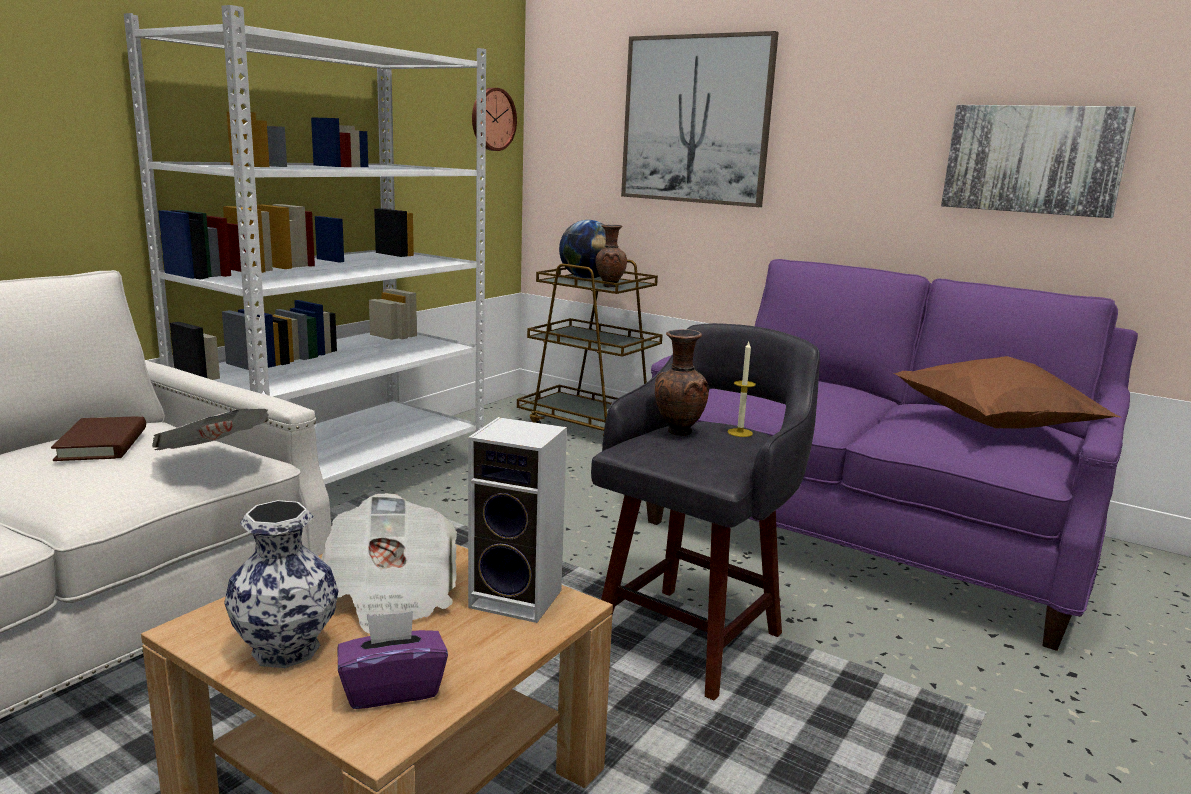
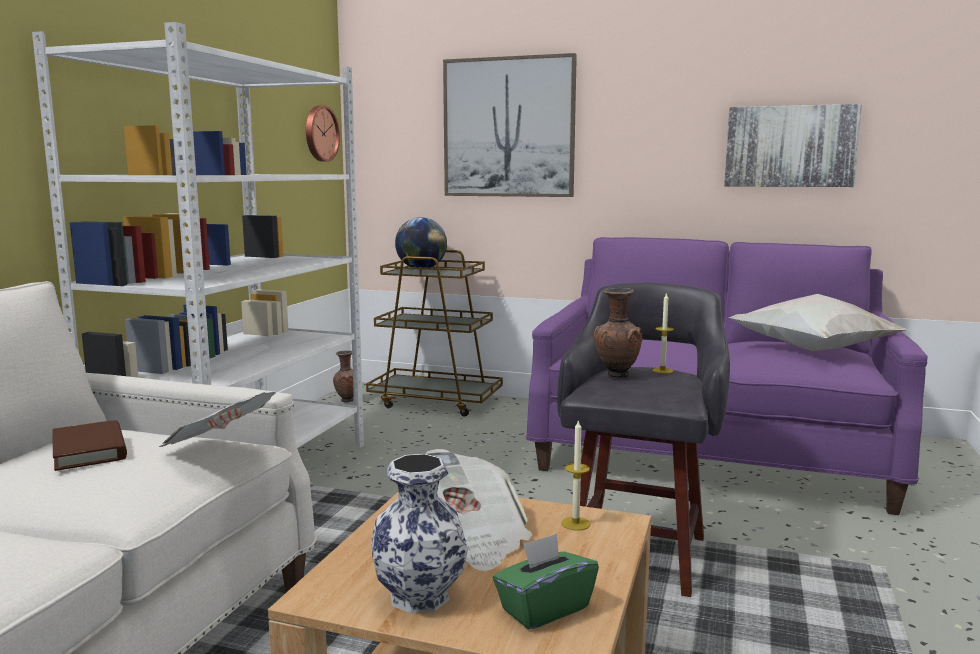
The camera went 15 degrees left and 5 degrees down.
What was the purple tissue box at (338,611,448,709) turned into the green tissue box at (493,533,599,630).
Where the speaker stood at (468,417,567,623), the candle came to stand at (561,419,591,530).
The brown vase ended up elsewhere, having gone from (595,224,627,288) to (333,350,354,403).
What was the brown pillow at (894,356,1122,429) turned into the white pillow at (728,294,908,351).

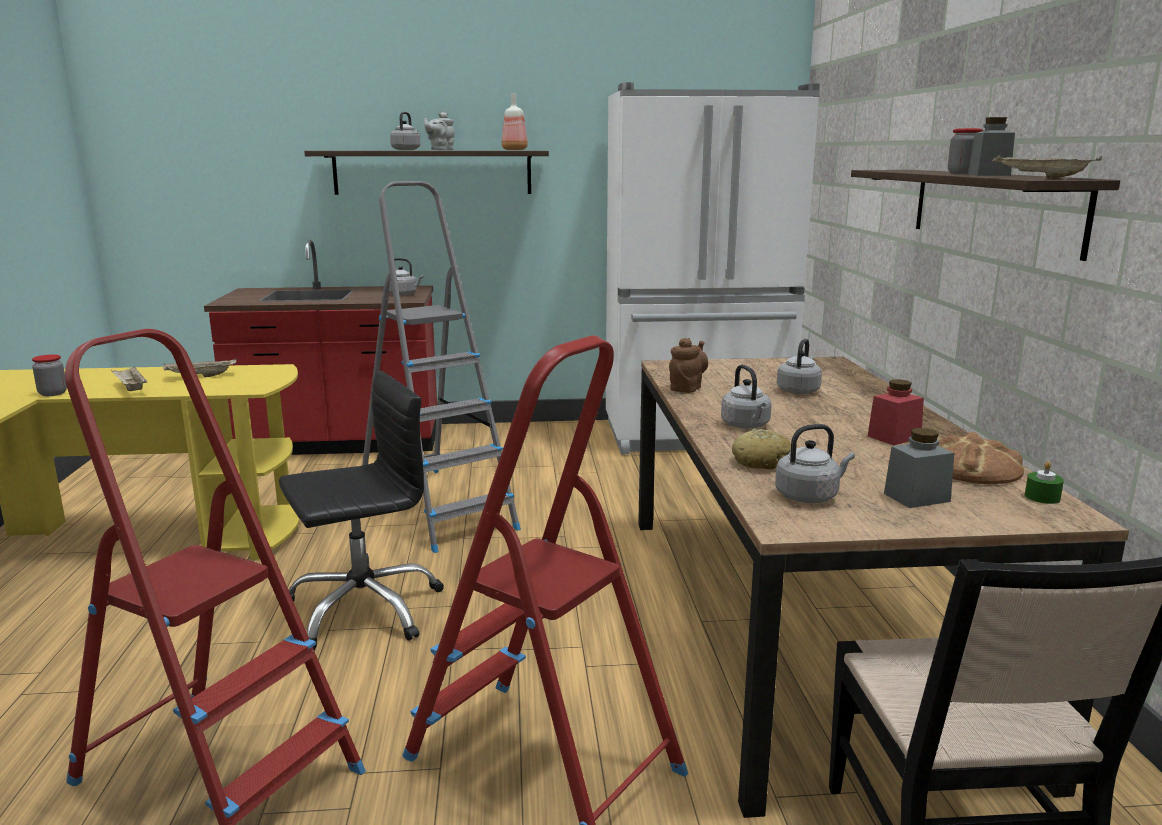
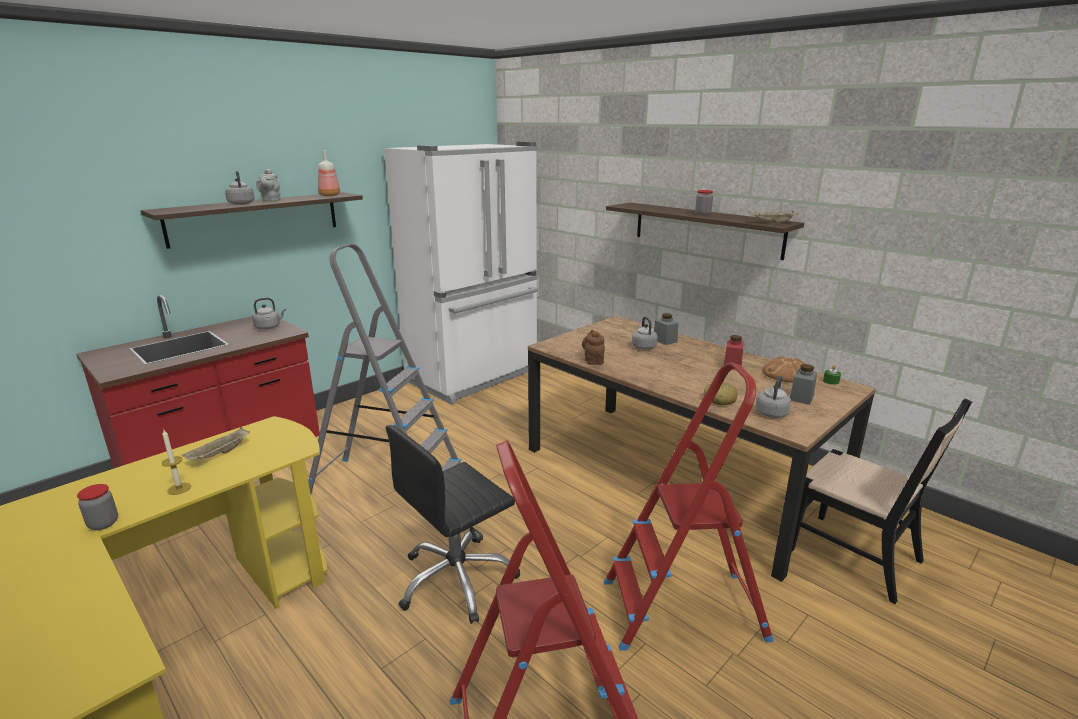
The camera went 40 degrees left and 5 degrees up.
Where the beige tray stood at (111,366,147,391), the candle came to stand at (162,430,191,495).
The black office chair at (279,371,444,650) ended up facing another way, 150 degrees counterclockwise from before.
The second view lost the grey kettle at (721,365,772,429).
The grey jar ended up elsewhere, having gone from (968,117,1015,176) to (654,313,678,345).

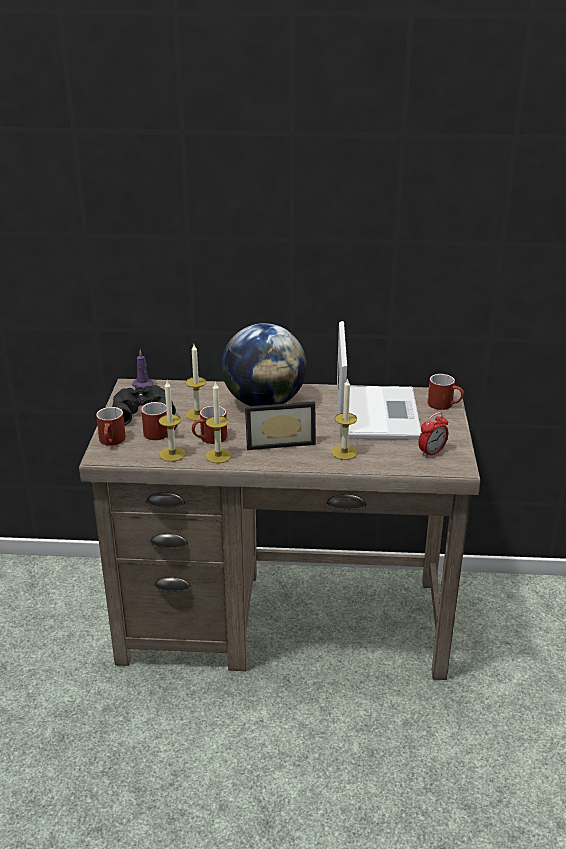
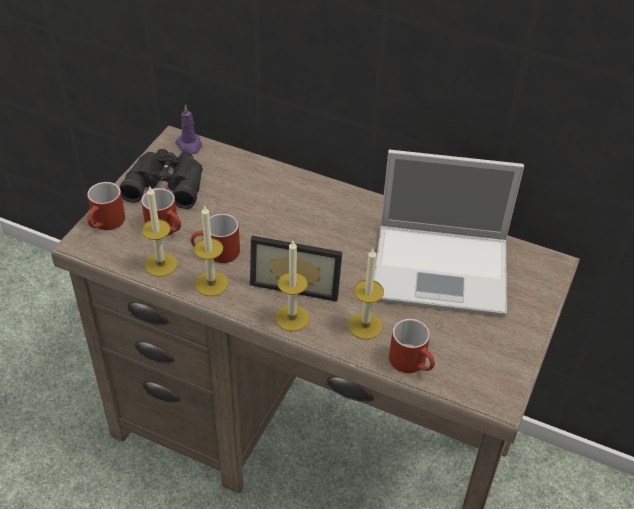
The camera went 20 degrees right and 15 degrees up.
The candle ended up elsewhere, having gone from (185,345,207,421) to (275,241,309,331).
The second view lost the globe at (221,323,307,406).
The laptop at (337,321,421,440) ended up facing another way, 75 degrees clockwise from before.
The second view lost the alarm clock at (418,412,448,458).
The red mug ended up elsewhere, having gone from (428,374,464,410) to (389,319,435,373).

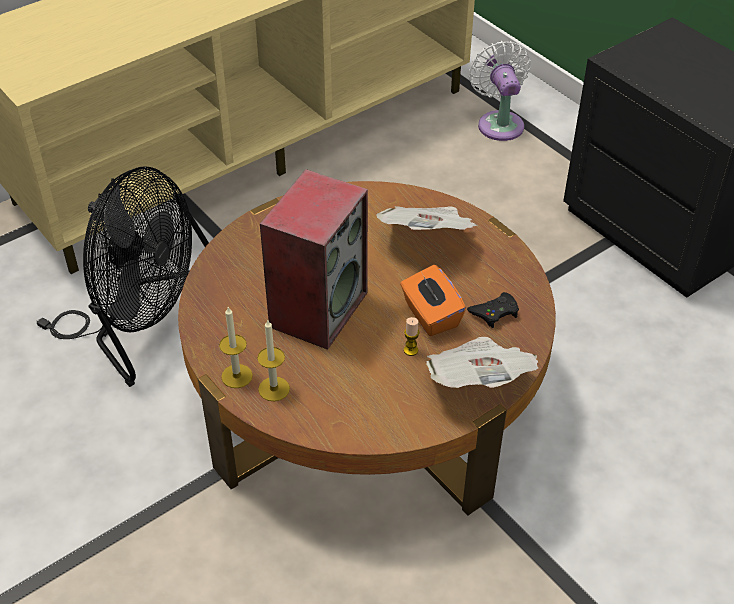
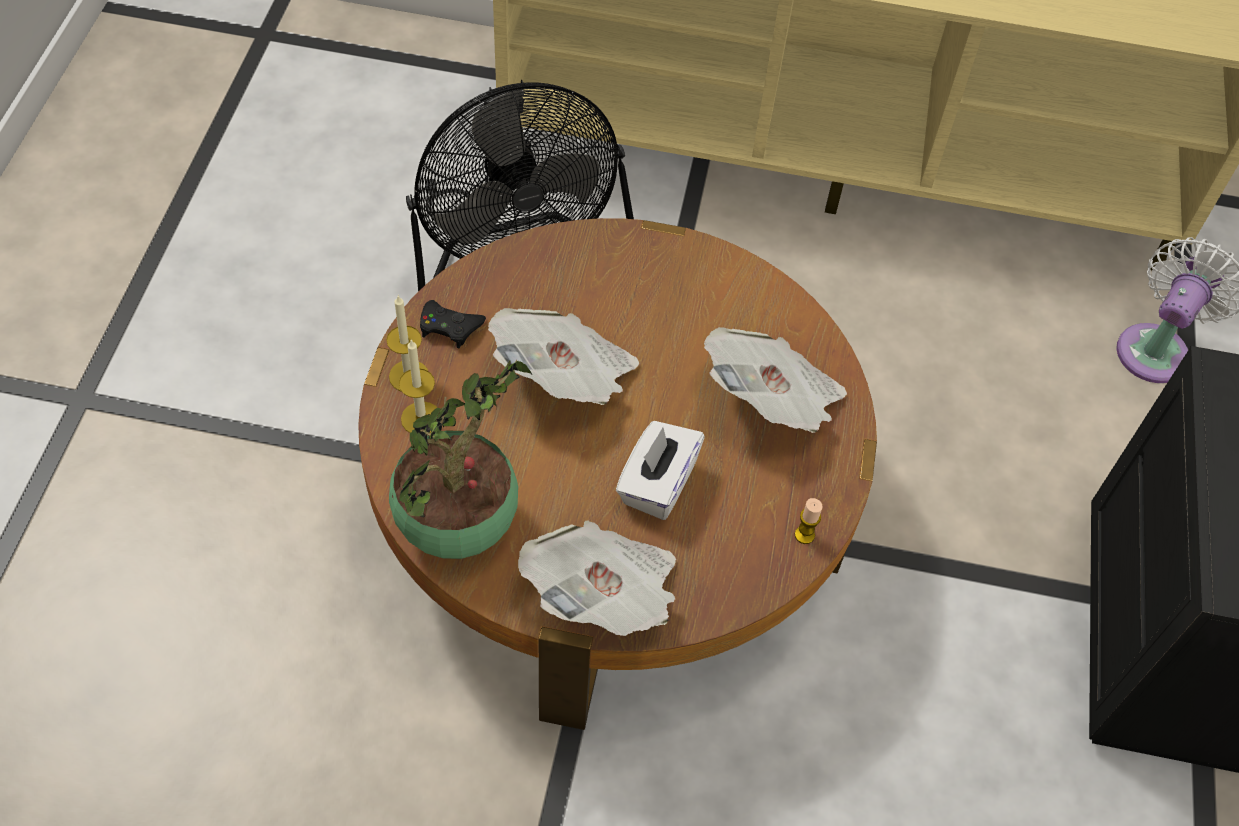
The camera went 45 degrees right and 10 degrees up.
Where the speaker stood at (260,169,368,350), the newspaper came to stand at (488,308,639,405).
What was the orange tissue box at (400,265,466,336) turned into the white tissue box at (616,421,705,520).
The candle ended up elsewhere, having gone from (404,317,419,356) to (795,498,823,544).
The black game controller ended up elsewhere, having gone from (467,292,519,328) to (420,300,486,348).
The second view gained the potted plant at (389,360,532,559).

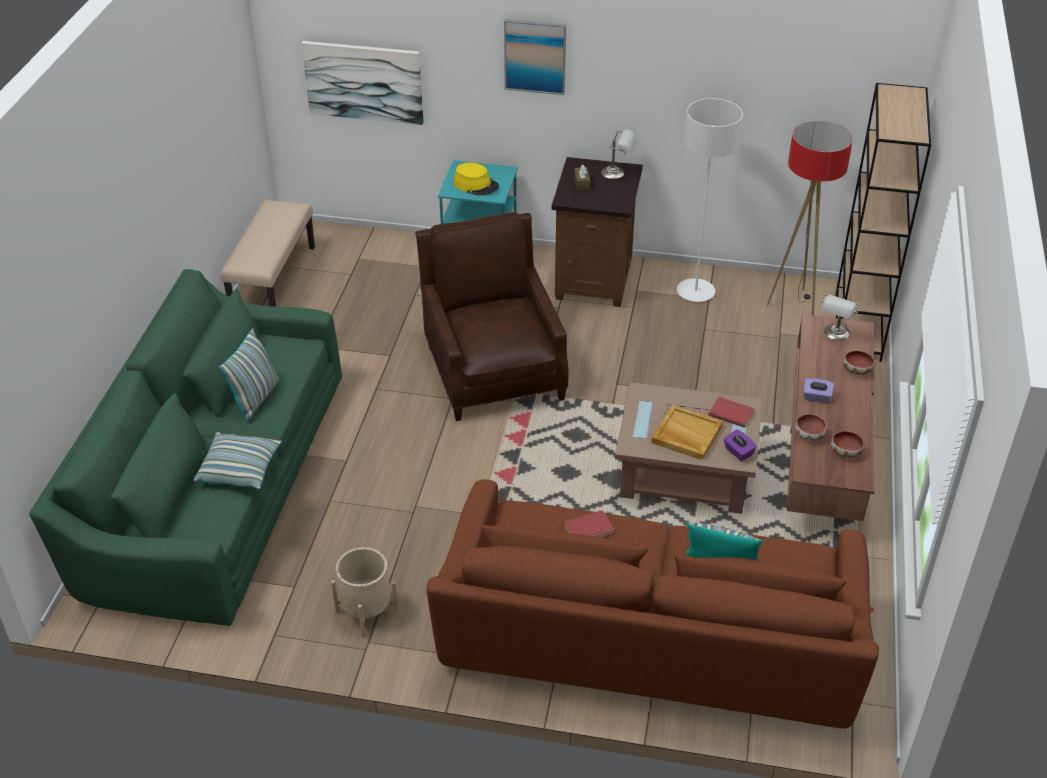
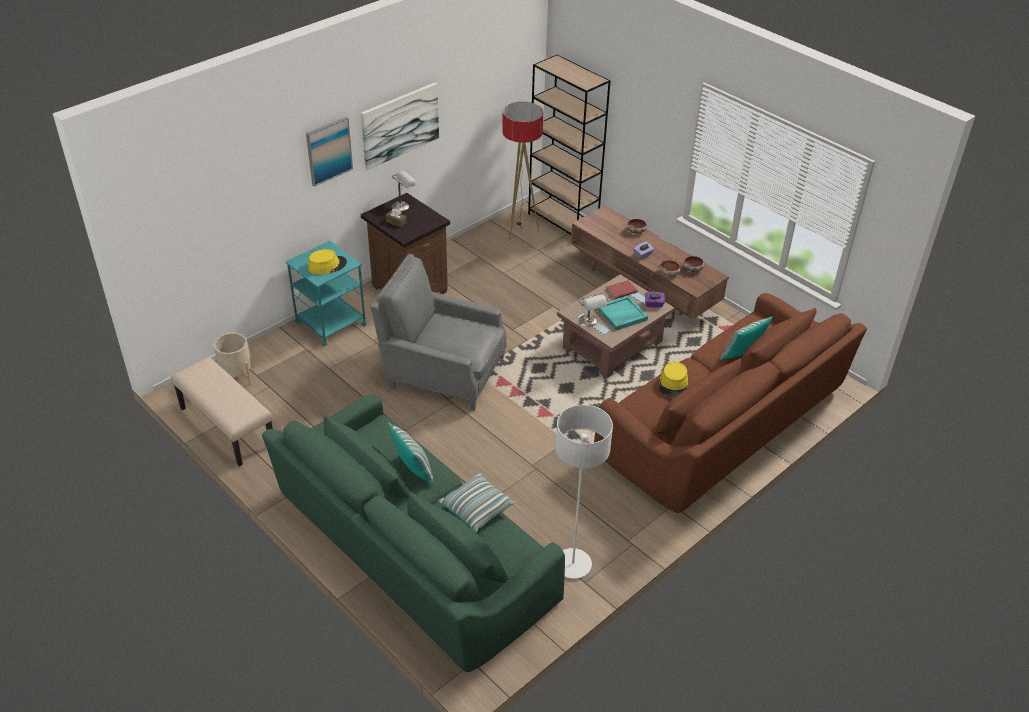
The camera went 55 degrees left and 0 degrees up.
The picture ended up elsewhere, having gone from (302,41,423,125) to (361,82,439,170).
The beige planter ended up elsewhere, having gone from (331,547,399,637) to (214,333,253,385).
What was the brown armchair at (415,212,569,421) turned into the grey armchair at (370,254,507,410).
Where the red book stood at (563,510,615,538), the yellow hat came to stand at (659,362,688,397).
What was the beige tray at (651,405,723,460) turned into the turquoise tray at (597,295,648,330).
The white floor lamp ended up elsewhere, having gone from (677,98,743,302) to (556,405,613,579).
The white table lamp ended up elsewhere, having gone from (821,294,861,340) to (578,293,607,327).

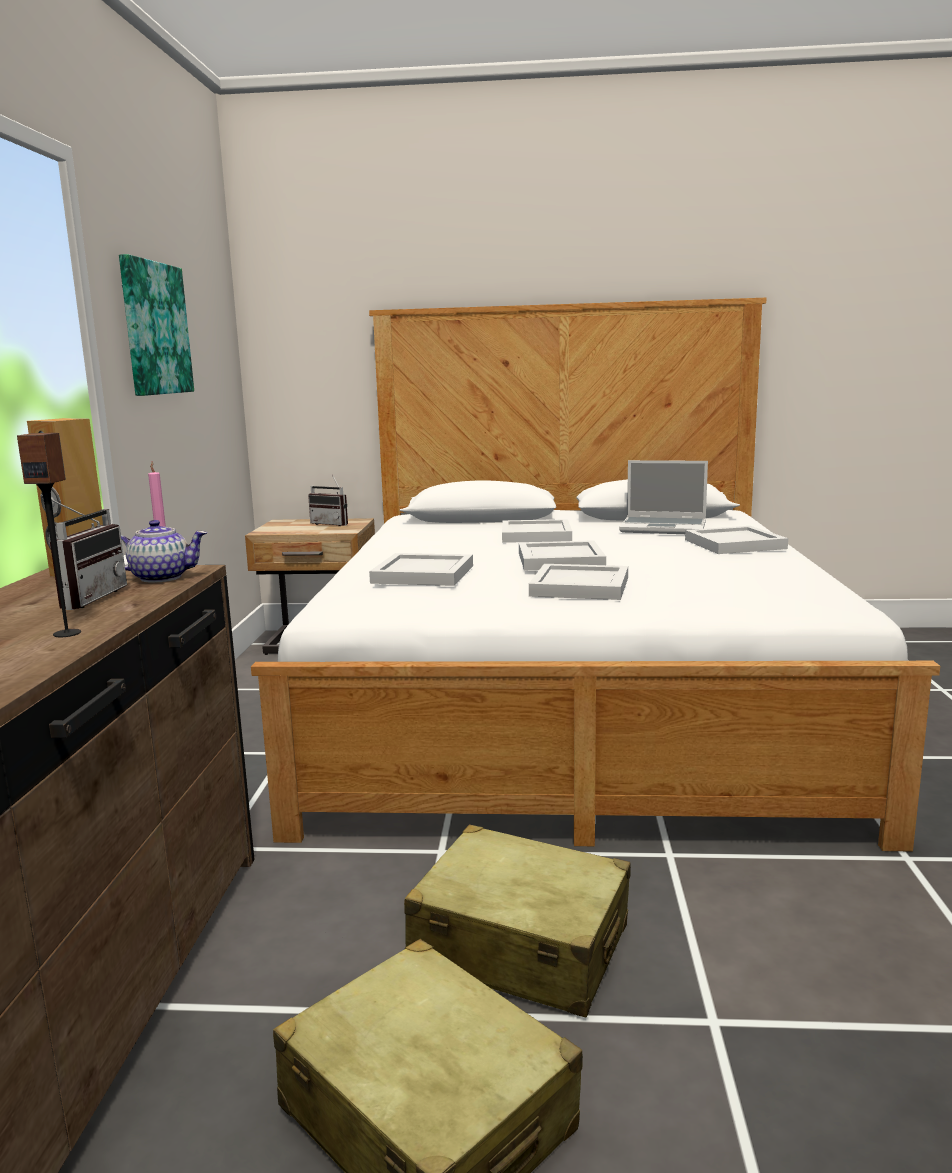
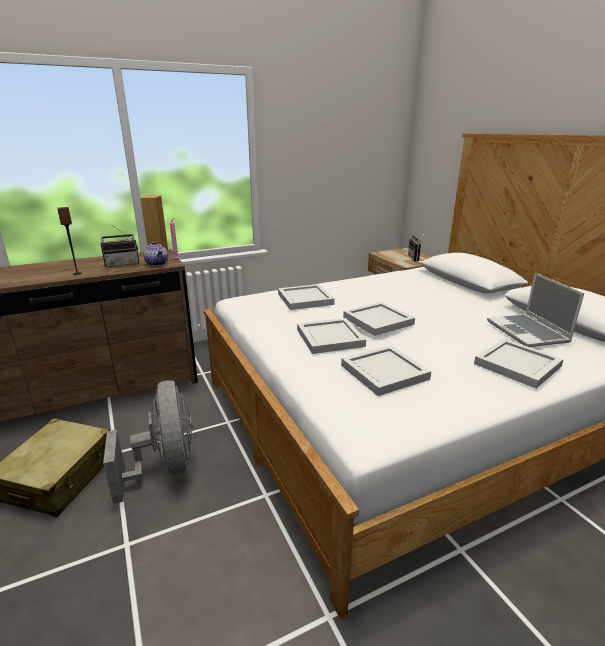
The camera went 60 degrees right and 10 degrees up.
The second view lost the picture at (119,254,194,396).
Where the beige suitcase stood at (404,824,631,1018), the grey fan came to stand at (103,380,193,504).
The white tray ended up elsewhere, having gone from (502,519,572,543) to (341,345,431,396).

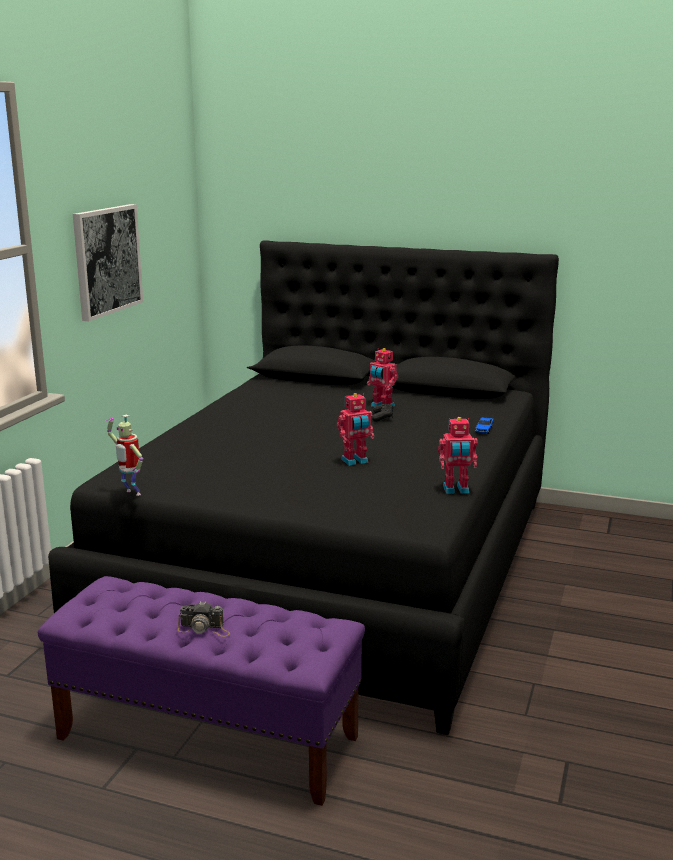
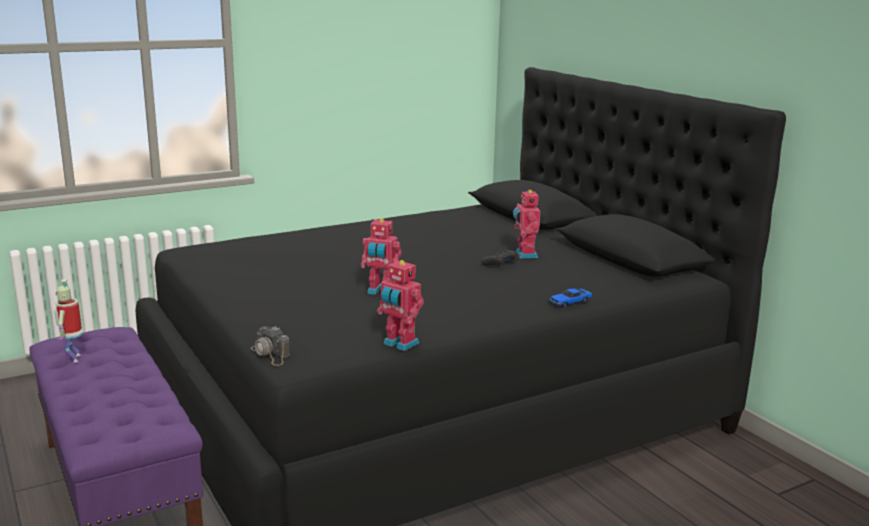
The camera went 40 degrees right and 0 degrees up.
The second view lost the picture at (73,204,143,321).
The toy robot ended up elsewhere, having gone from (106,415,143,496) to (55,279,82,363).
The photo camera ended up elsewhere, having gone from (178,601,230,637) to (251,326,290,366).

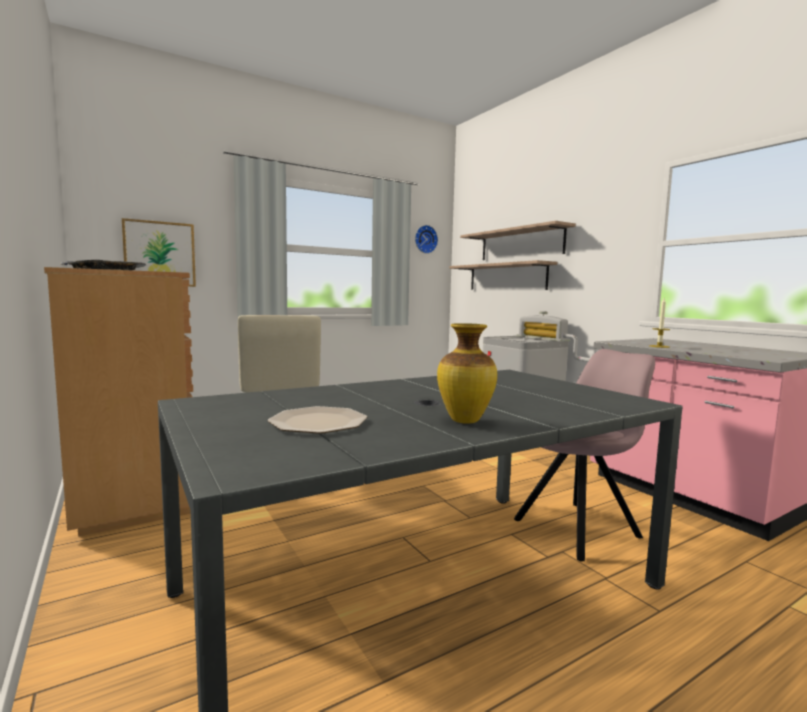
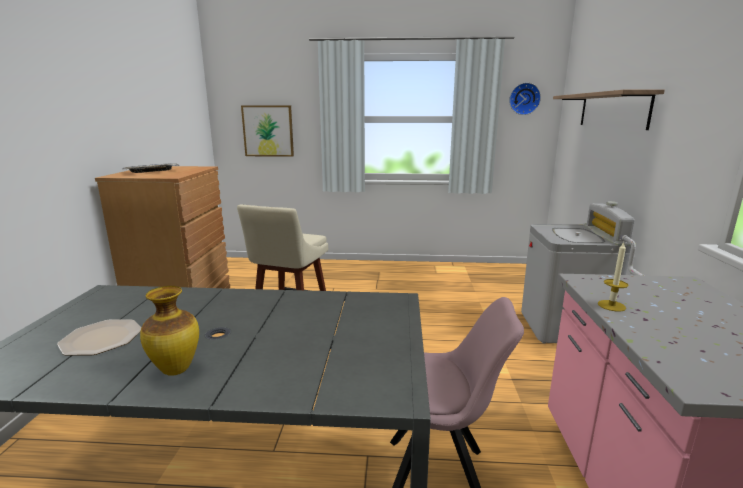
The camera went 35 degrees right and 10 degrees up.
The second view lost the shelf at (450,260,557,290).

